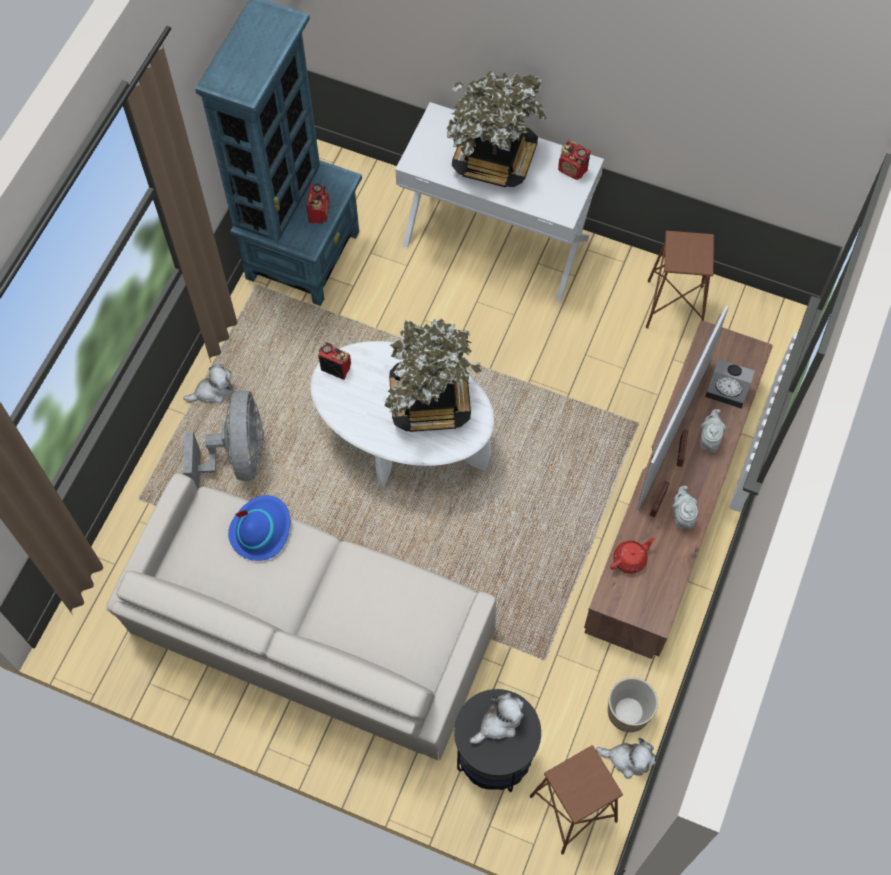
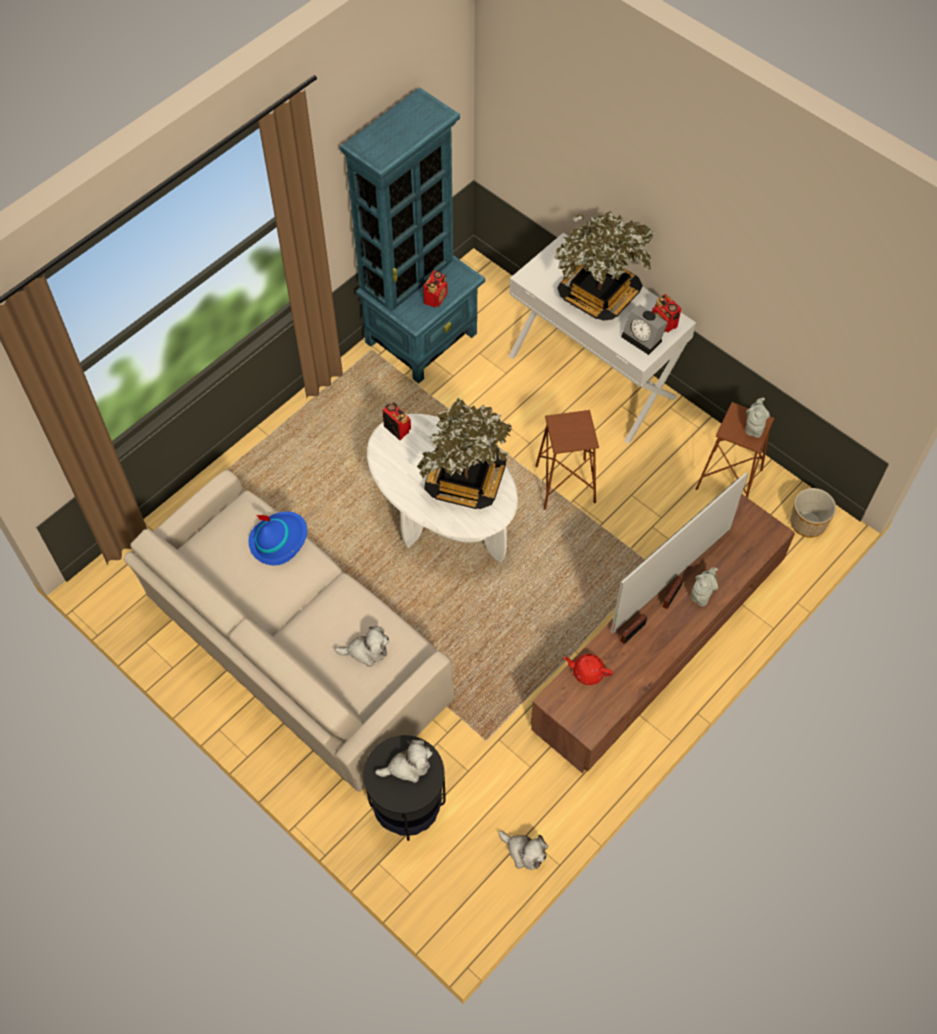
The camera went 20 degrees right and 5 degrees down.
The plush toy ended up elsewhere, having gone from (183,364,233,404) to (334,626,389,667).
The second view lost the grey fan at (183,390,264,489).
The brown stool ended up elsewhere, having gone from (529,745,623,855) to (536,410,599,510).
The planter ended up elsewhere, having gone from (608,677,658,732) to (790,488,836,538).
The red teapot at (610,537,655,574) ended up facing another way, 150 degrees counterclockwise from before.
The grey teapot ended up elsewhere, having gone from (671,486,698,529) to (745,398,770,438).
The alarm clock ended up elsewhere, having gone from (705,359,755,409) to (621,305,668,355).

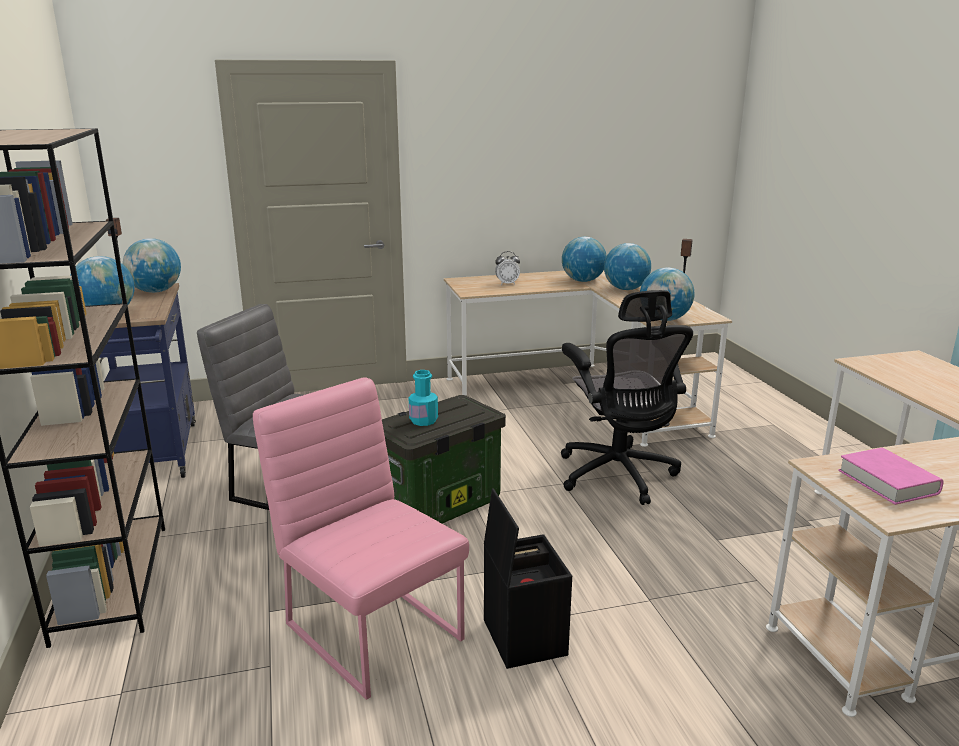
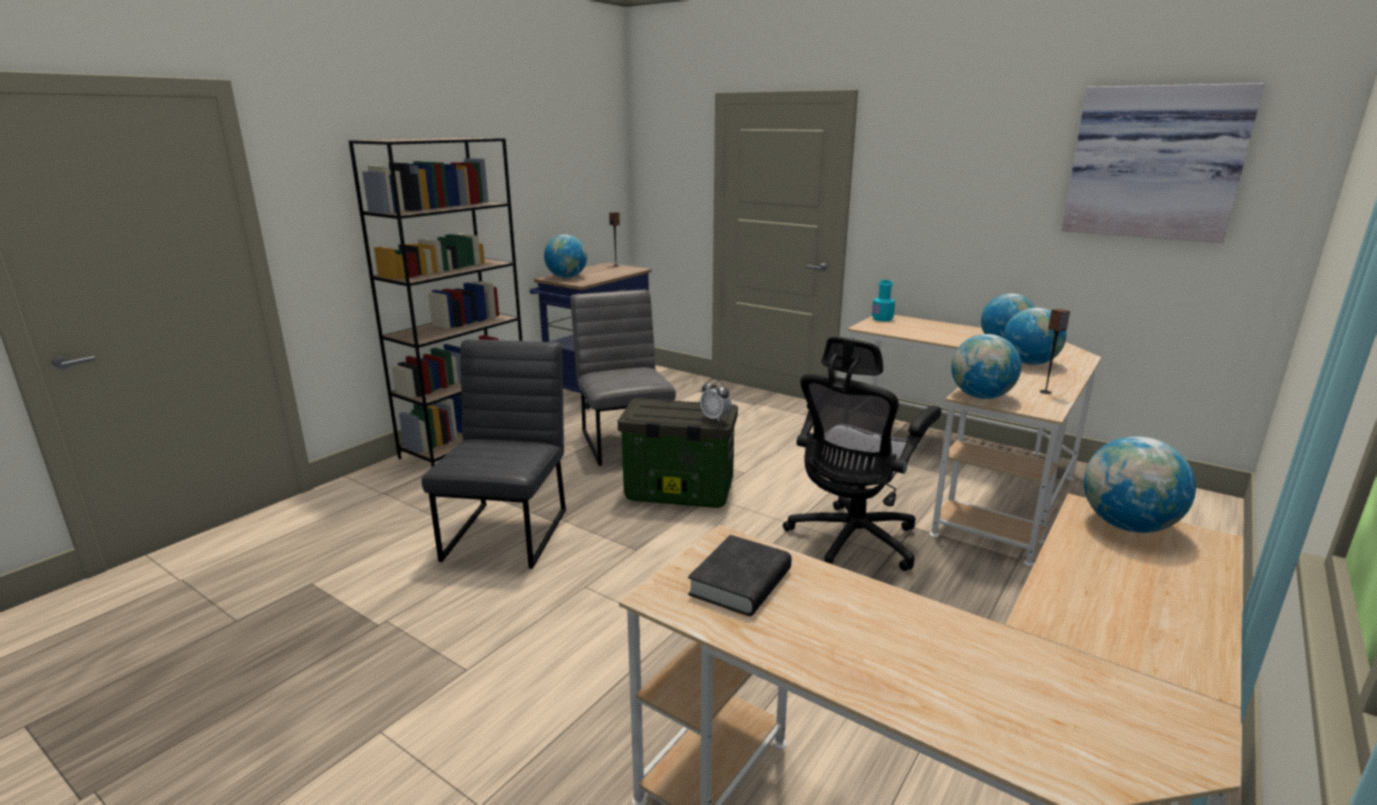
The camera went 50 degrees right and 0 degrees up.
The globe ended up elsewhere, having gone from (123,238,181,293) to (1084,436,1196,533).
What was the pink chair at (253,377,469,700) turned into the grey chair at (422,339,566,569).
The turquoise bottle ended up elsewhere, having gone from (408,370,438,426) to (872,280,895,322).
The second view lost the black storage box at (484,489,572,669).
The alarm clock ended up elsewhere, having gone from (495,251,520,285) to (700,378,732,422).
What was the pink book at (838,448,944,505) turned into the black book at (688,535,792,616).
The second view gained the picture at (1062,83,1264,243).

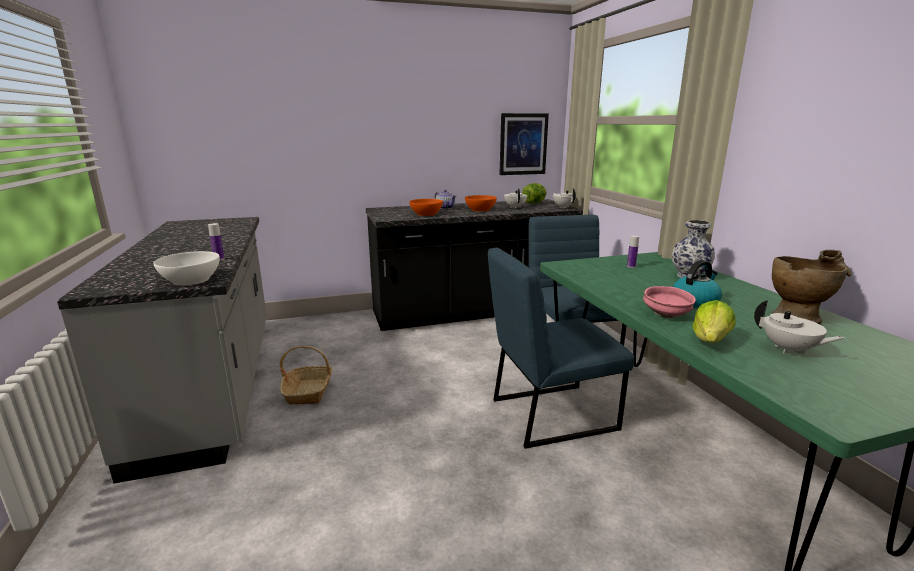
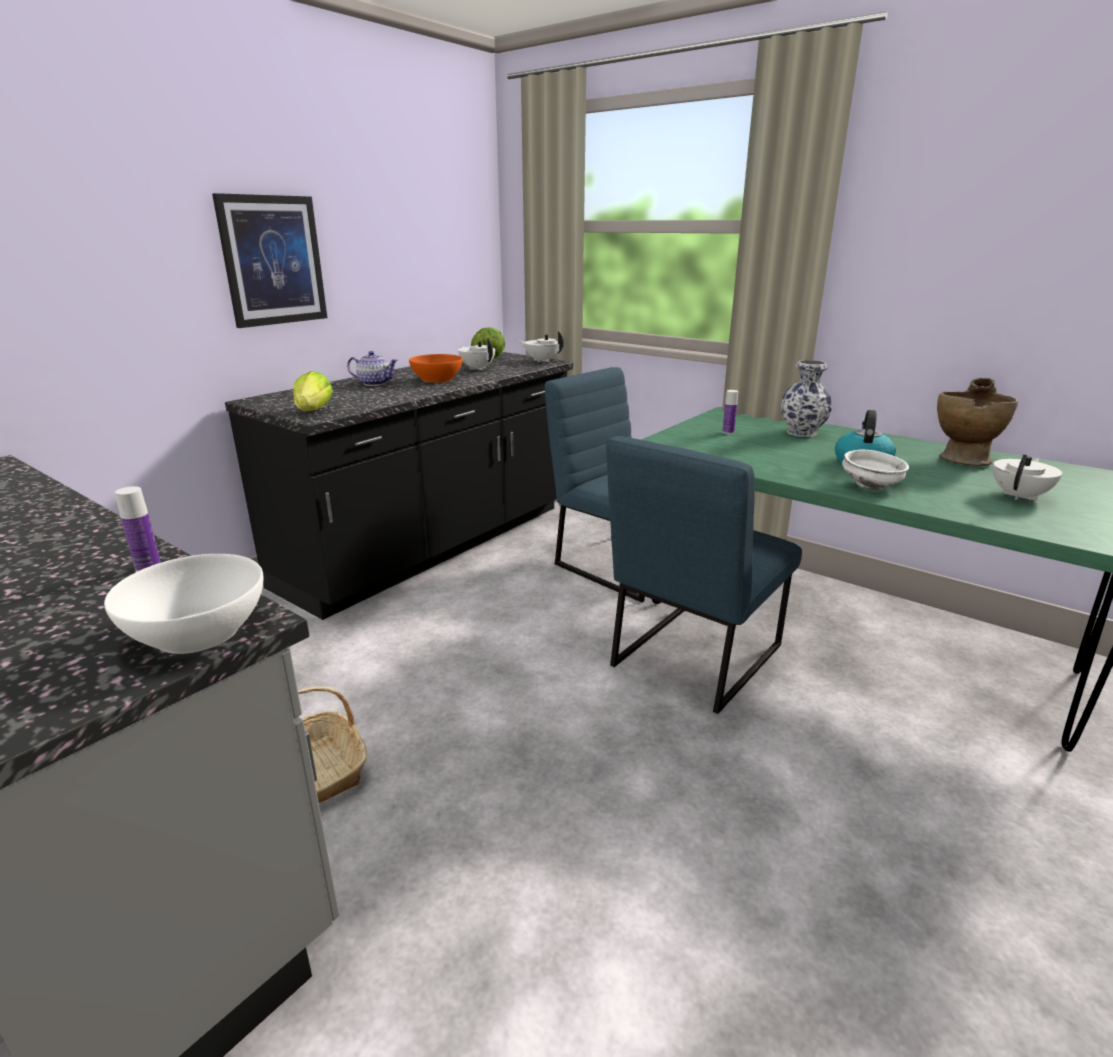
The camera went 35 degrees left and 5 degrees up.
The second view lost the orange bowl at (409,199,443,216).
The picture ended up elsewhere, having gone from (499,113,549,175) to (212,193,327,328).
What was the pink bowl at (643,286,696,318) turned into the white bowl at (842,449,909,490).
The lettuce ended up elsewhere, having gone from (693,300,736,343) to (293,371,333,411).
The white teapot at (754,300,845,354) ended up facing another way, 60 degrees counterclockwise from before.

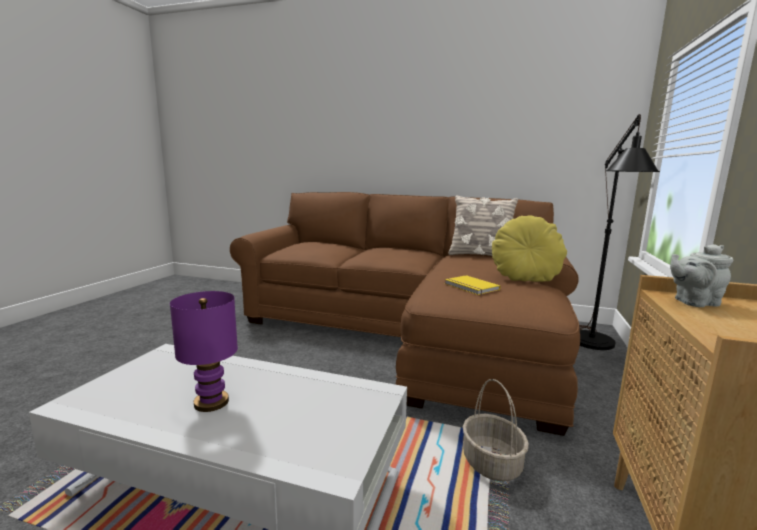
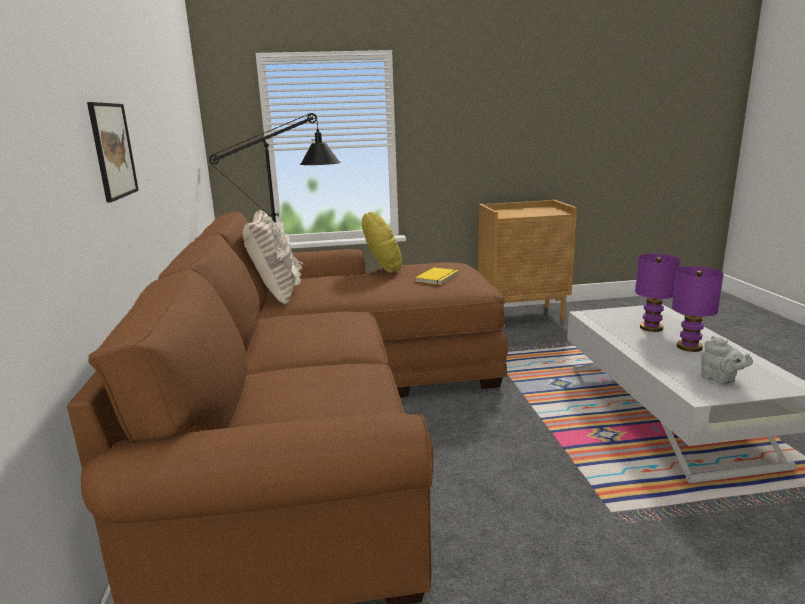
The camera went 115 degrees left and 5 degrees up.
The second view lost the basket at (463,379,529,481).
The grey teapot ended up elsewhere, having gone from (670,244,733,307) to (701,336,753,384).
The second view gained the picture at (87,102,139,203).
The second view gained the purple table lamp at (635,254,680,332).

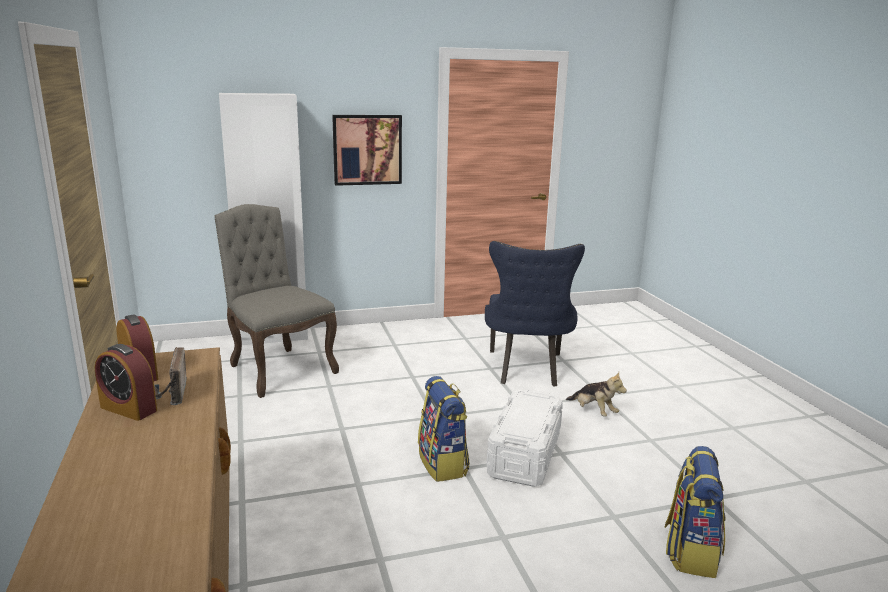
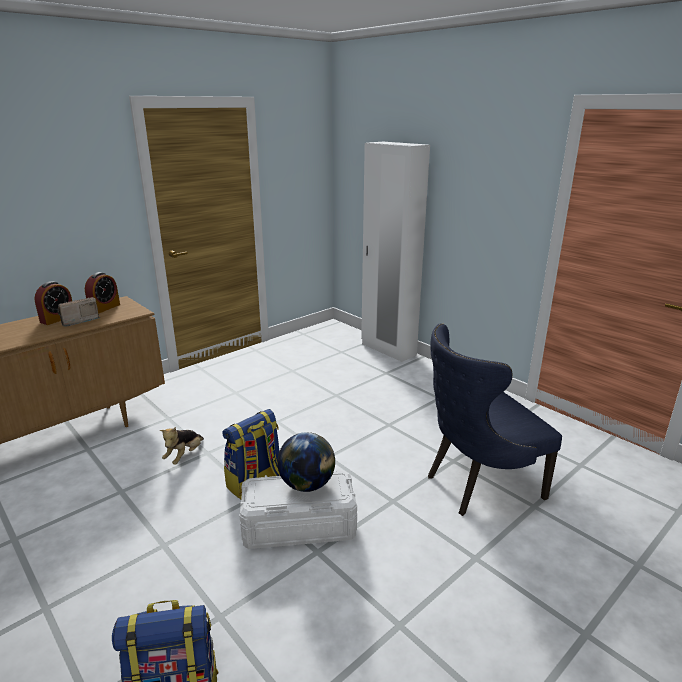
The camera went 65 degrees right and 5 degrees up.
The alarm clock at (95,344,157,421) ended up facing another way, 150 degrees counterclockwise from before.
The second view lost the grey chair at (214,204,339,398).
The second view lost the picture at (332,115,402,186).
The plush toy ended up elsewhere, having gone from (566,372,627,416) to (160,427,204,465).
The second view gained the globe at (277,432,335,492).

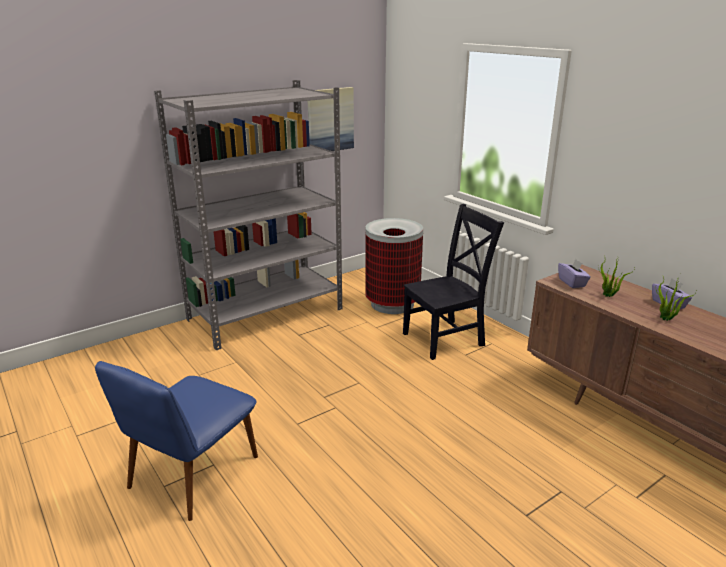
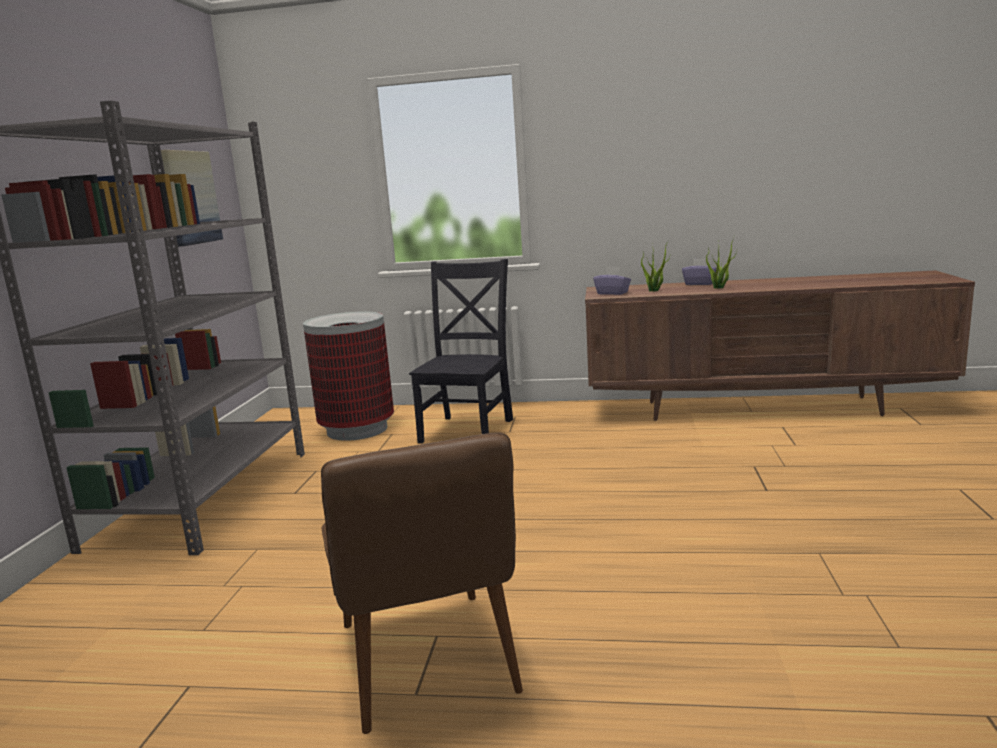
The camera went 45 degrees left and 10 degrees down.
What was the blue chair at (95,361,258,521) turned into the brown chair at (321,432,523,734).

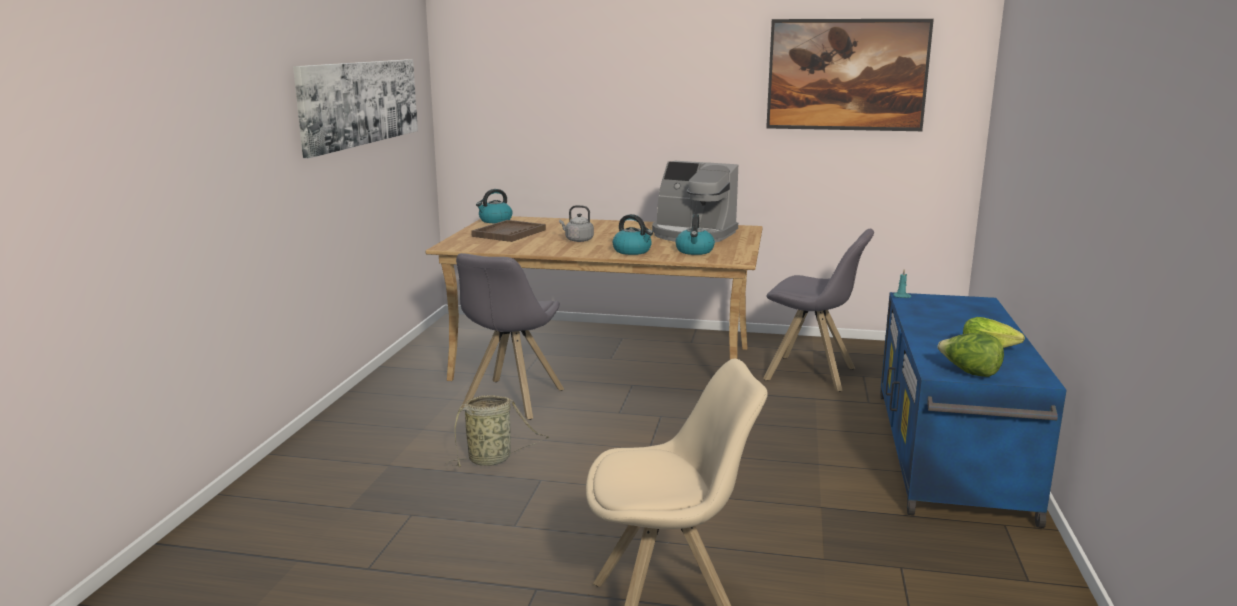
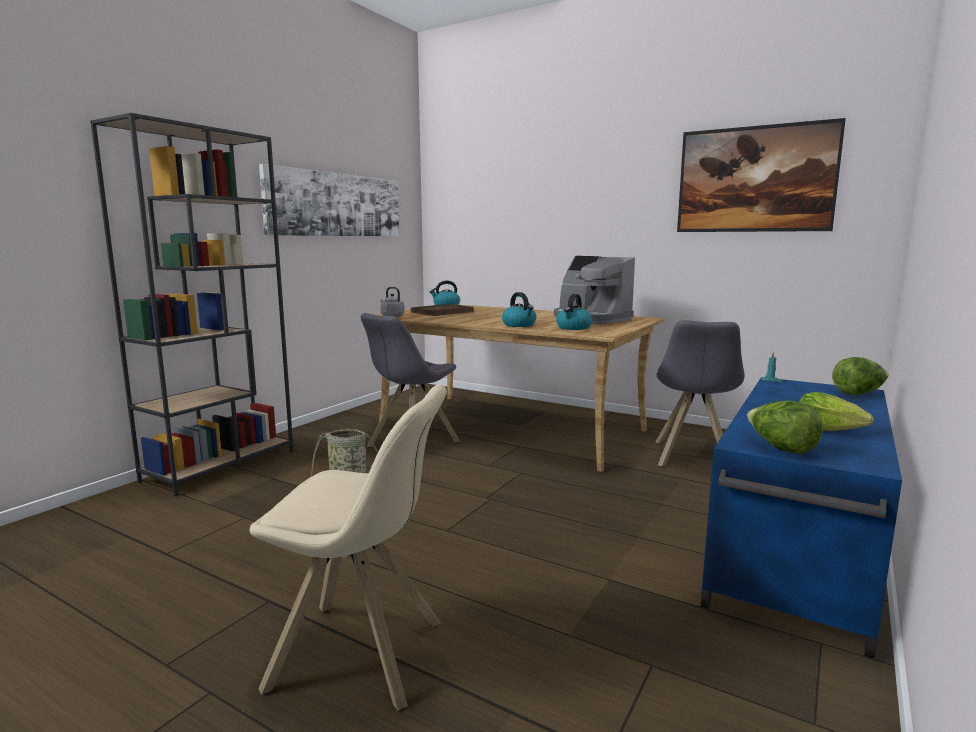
The camera went 20 degrees right and 5 degrees down.
The grey kettle ended up elsewhere, having gone from (559,205,594,242) to (380,287,405,317).
The grey chair at (763,229,874,392) ended up facing another way, 60 degrees clockwise from before.
The second view gained the bookcase at (90,113,294,496).
The second view gained the lettuce at (832,357,889,395).

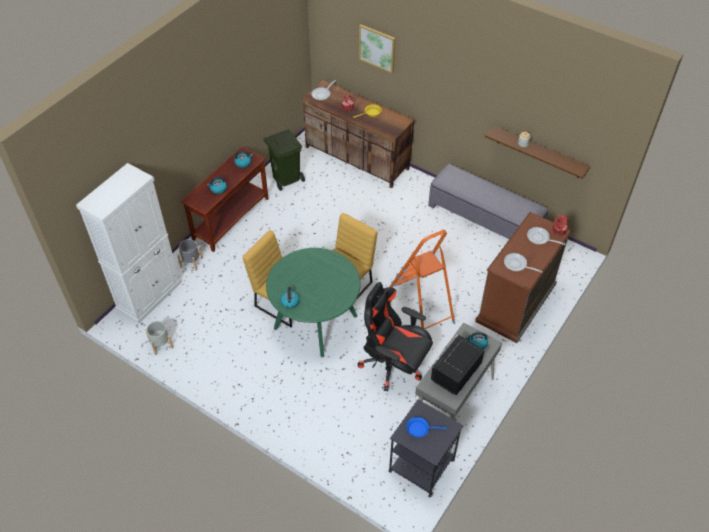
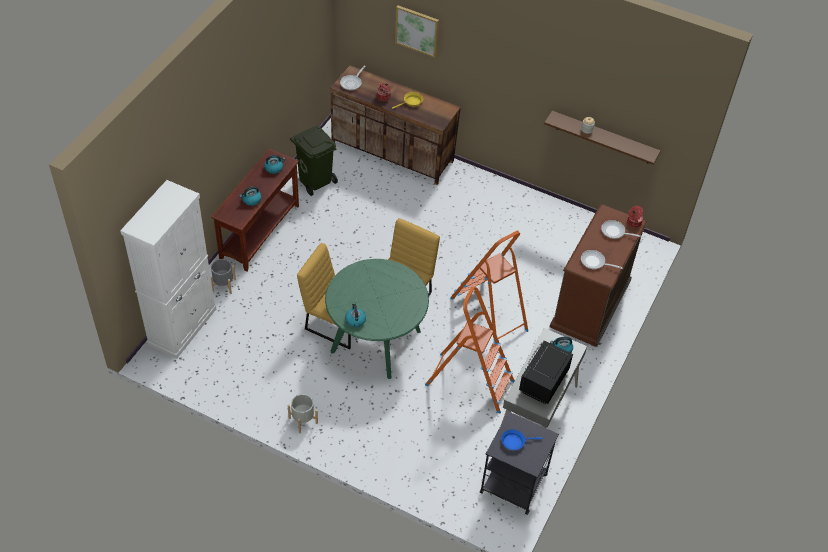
The camera went 10 degrees left and 0 degrees up.
The grey planter ended up elsewhere, having gone from (145,321,173,355) to (288,394,318,433).
Where the black office chair stood at (357,282,433,391), the orange step ladder came to stand at (425,287,515,413).
The second view lost the grey bench at (428,164,548,239).

